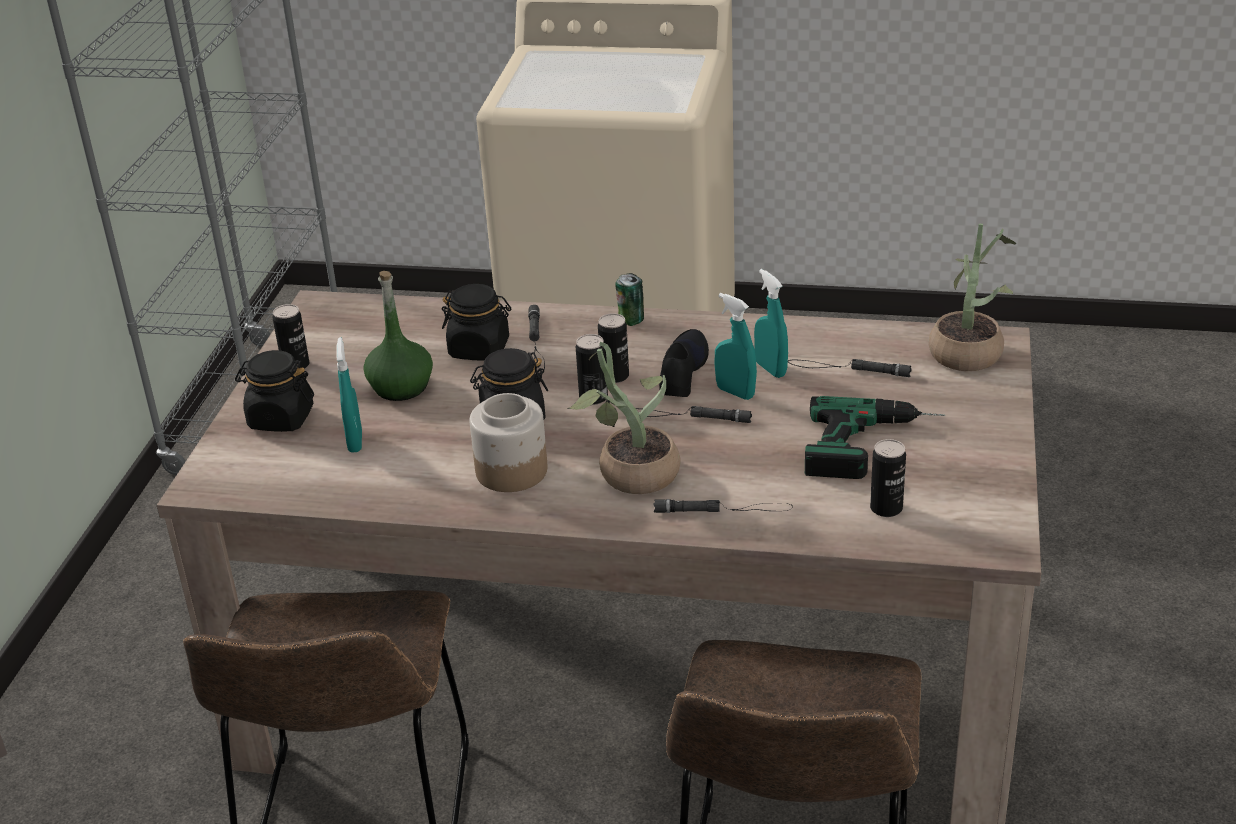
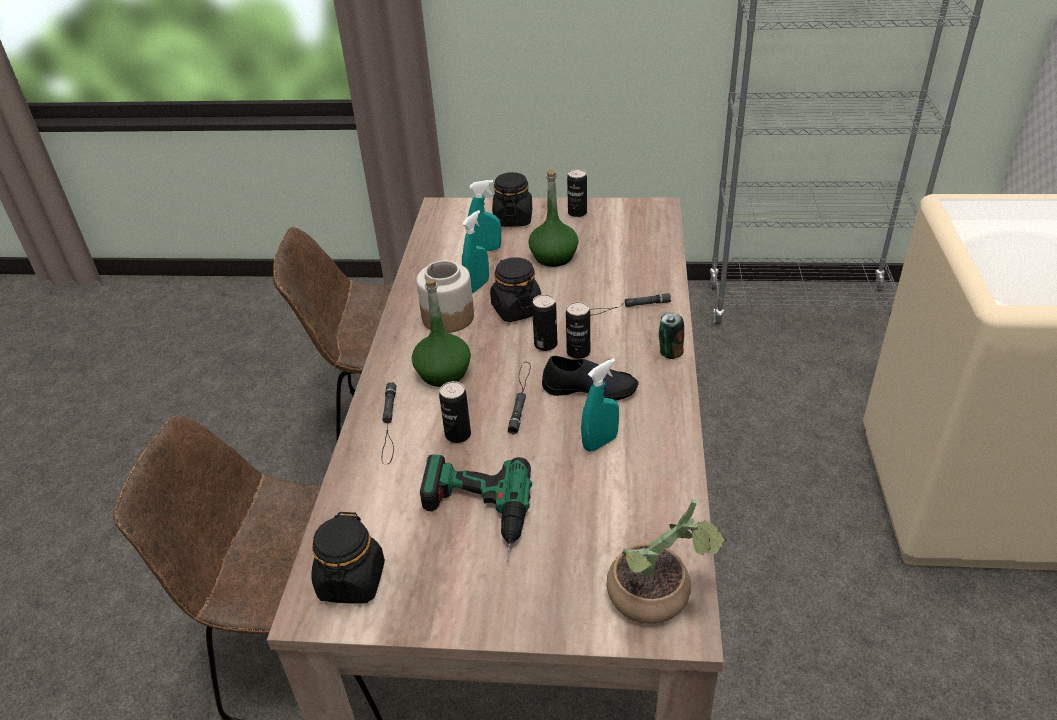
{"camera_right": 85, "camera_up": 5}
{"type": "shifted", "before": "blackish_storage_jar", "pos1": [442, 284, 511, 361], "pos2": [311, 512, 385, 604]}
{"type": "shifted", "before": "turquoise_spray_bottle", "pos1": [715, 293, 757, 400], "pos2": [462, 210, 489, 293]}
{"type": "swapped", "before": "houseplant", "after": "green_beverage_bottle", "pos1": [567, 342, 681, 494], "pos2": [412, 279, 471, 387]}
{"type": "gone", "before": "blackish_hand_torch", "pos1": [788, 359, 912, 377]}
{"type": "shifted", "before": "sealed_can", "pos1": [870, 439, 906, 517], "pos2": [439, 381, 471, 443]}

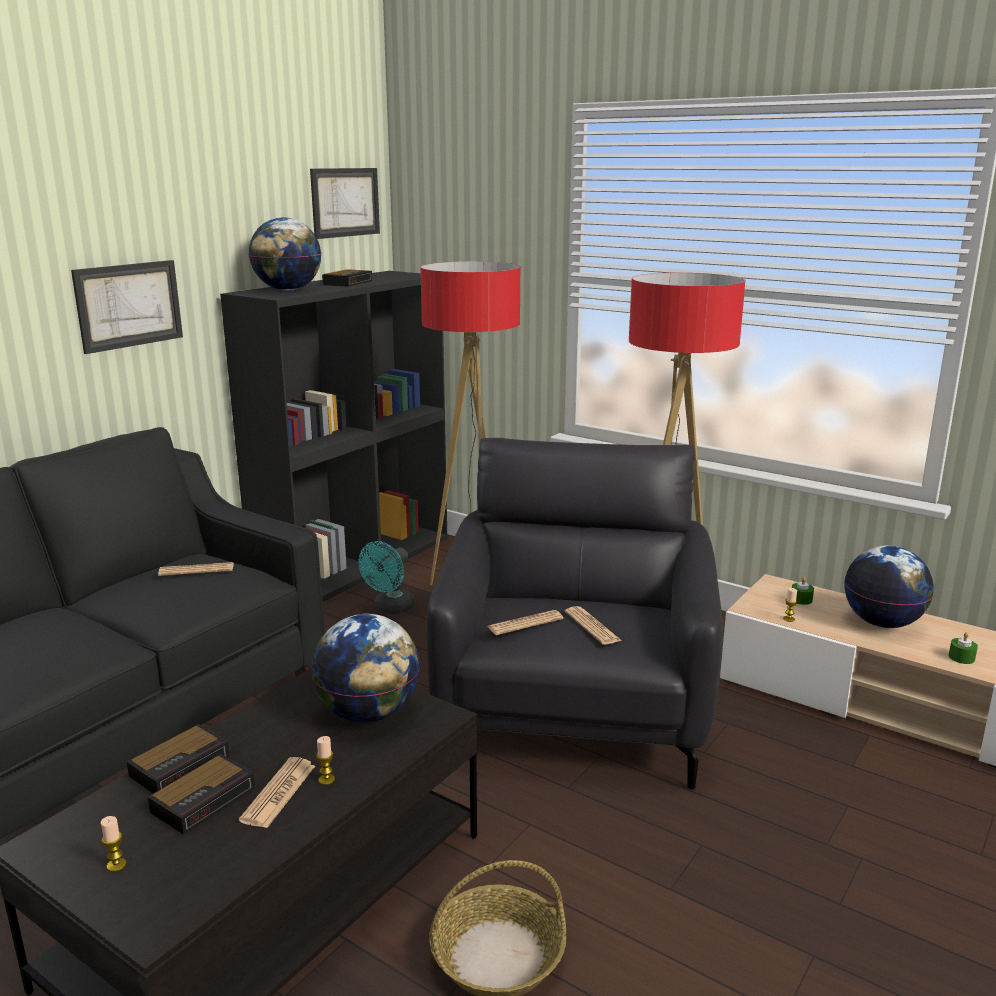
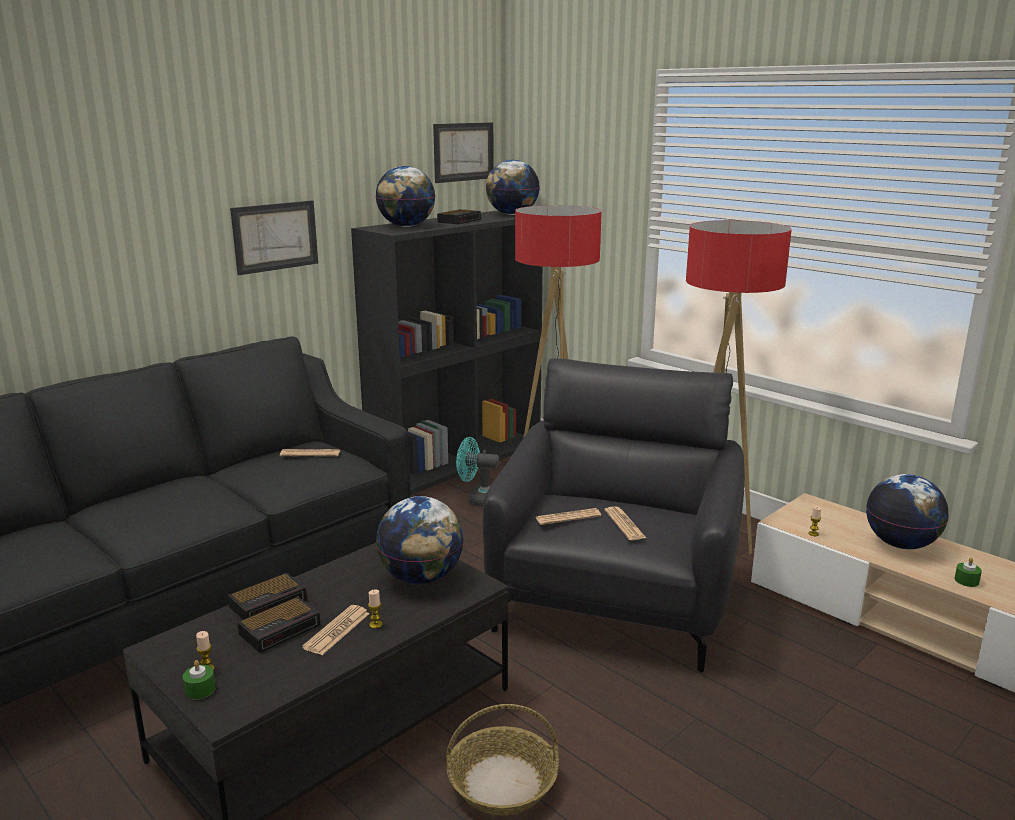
{"camera_right": 10, "camera_up": 0}
{"type": "rotated", "before": "turquoise_electric_fan", "pos1": [358, 541, 415, 614], "pos2": [456, 437, 500, 507], "turn": 60}
{"type": "shifted", "before": "green_wax_candle", "pos1": [792, 577, 814, 605], "pos2": [182, 660, 216, 699]}
{"type": "new", "after": "globe", "pos2": [486, 160, 540, 215]}

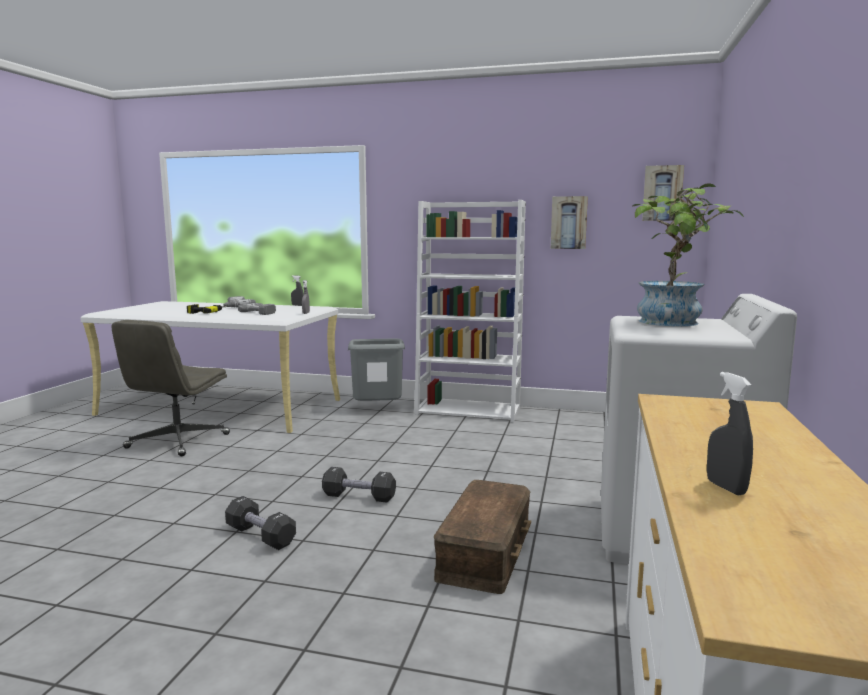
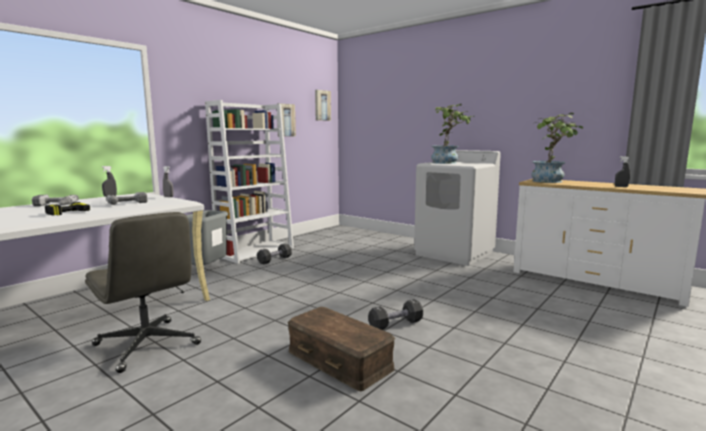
{"camera_right": -65, "camera_up": 0}
{"type": "shifted", "before": "blackish_free_weight", "pos1": [322, 467, 396, 503], "pos2": [257, 243, 292, 264]}
{"type": "shifted", "before": "brown-coloured_storage_container", "pos1": [434, 480, 531, 594], "pos2": [288, 307, 395, 391]}
{"type": "new", "after": "houseplant", "pos2": [531, 113, 583, 183]}

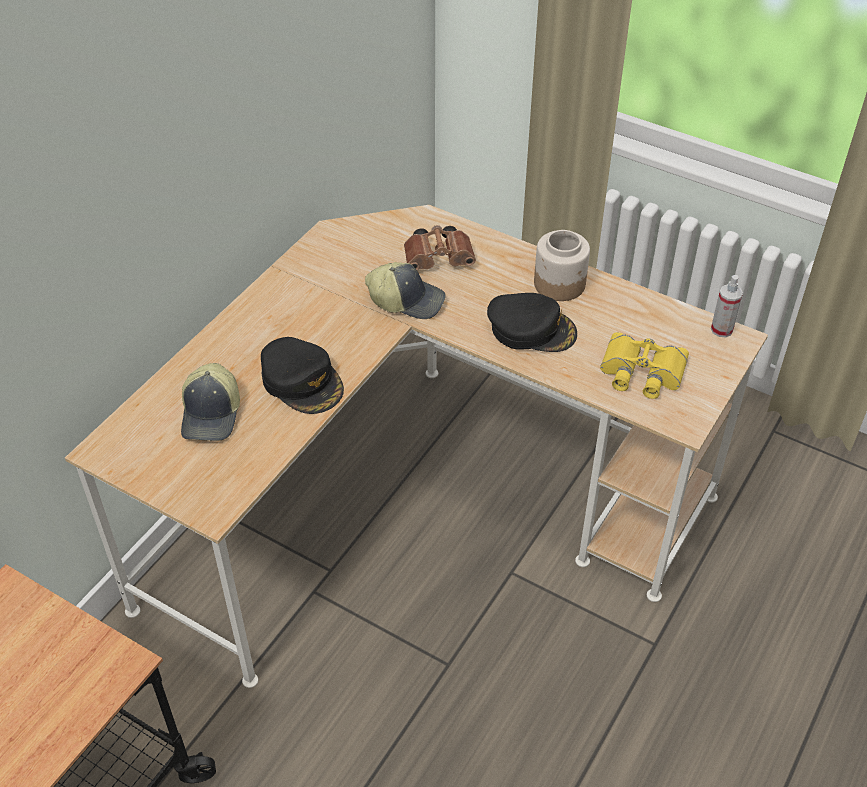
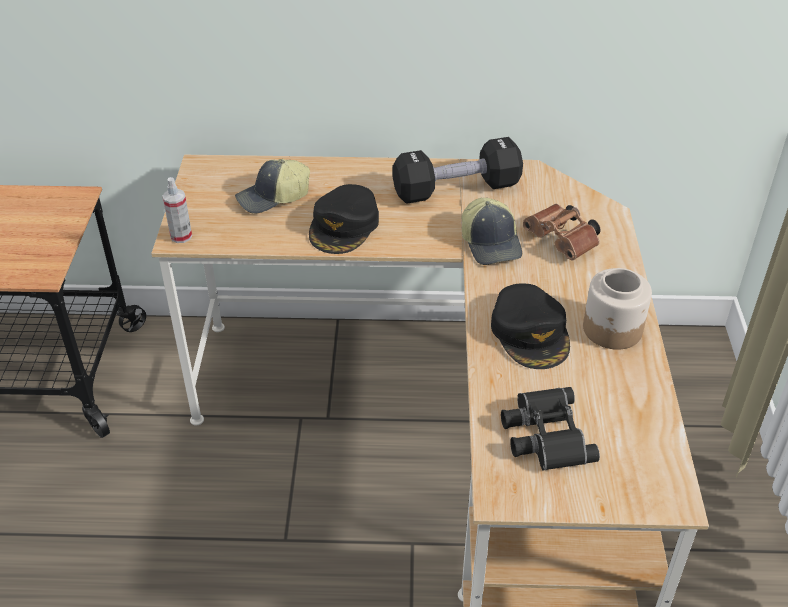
{"camera_right": 60, "camera_up": -5}
{"type": "shifted", "before": "spray_bottle", "pos1": [711, 275, 743, 338], "pos2": [162, 177, 192, 243]}
{"type": "repainted", "before": "yellow-coloured_field_glasses", "after": "blackish_field_glasses", "pos1": [600, 332, 689, 399], "pos2": [501, 387, 600, 471]}
{"type": "new", "after": "blackish_free_weight", "pos2": [392, 137, 523, 204]}

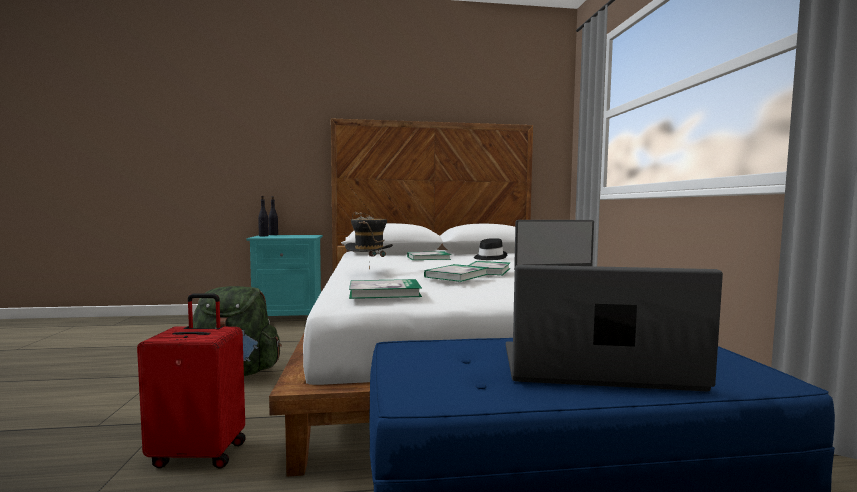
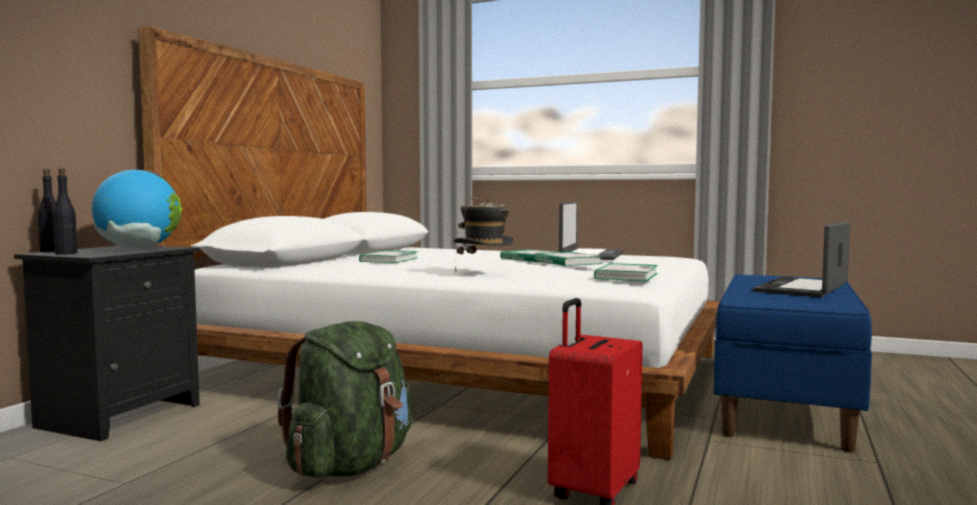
{"camera_right": -60, "camera_up": 0}
{"type": "repainted", "before": "turquoise_nightstand", "after": "blackish_nightstand", "pos1": [246, 235, 323, 316], "pos2": [14, 246, 200, 441]}
{"type": "gone", "before": "blackish_hat", "pos1": [474, 238, 507, 260]}
{"type": "new", "after": "globe", "pos2": [92, 170, 182, 249]}

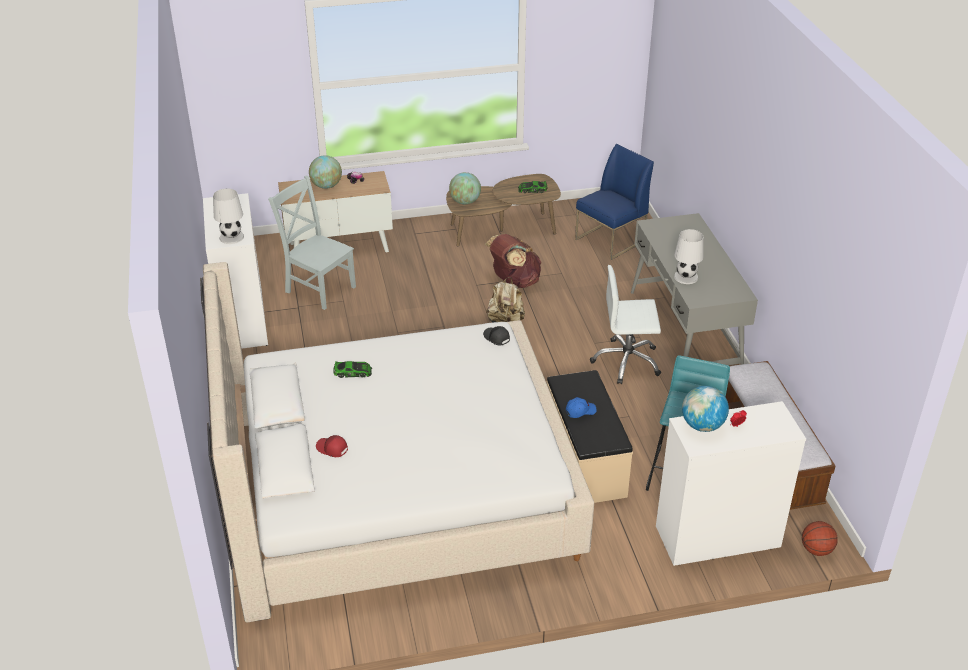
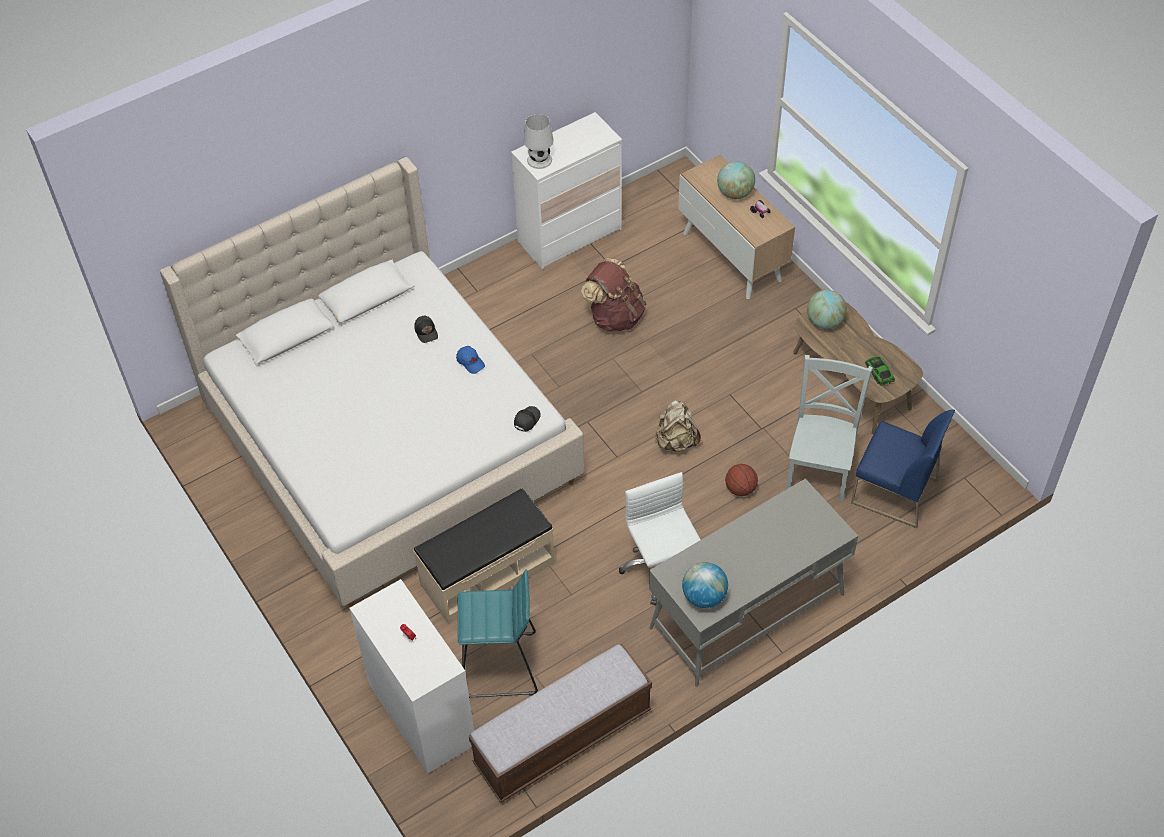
{"camera_right": 70, "camera_up": 15}
{"type": "shifted", "before": "greyish_chair", "pos1": [268, 175, 356, 310], "pos2": [785, 355, 873, 502]}
{"type": "gone", "before": "white_lamp_for_a_table", "pos1": [674, 229, 704, 284]}
{"type": "shifted", "before": "brown-coloured_backpack", "pos1": [485, 234, 542, 288], "pos2": [581, 258, 646, 332]}
{"type": "swapped", "before": "toy_car", "after": "blackish_peaked_cap", "pos1": [333, 361, 372, 378], "pos2": [414, 316, 438, 343]}
{"type": "shifted", "before": "globe", "pos1": [682, 386, 729, 432], "pos2": [682, 562, 728, 608]}
{"type": "shifted", "before": "bluish_peaked_cap", "pos1": [566, 397, 597, 418], "pos2": [456, 346, 485, 374]}
{"type": "gone", "before": "reddish_peaked_cap", "pos1": [316, 435, 348, 457]}
{"type": "shifted", "before": "basketball_ball", "pos1": [802, 521, 838, 556], "pos2": [725, 464, 758, 496]}

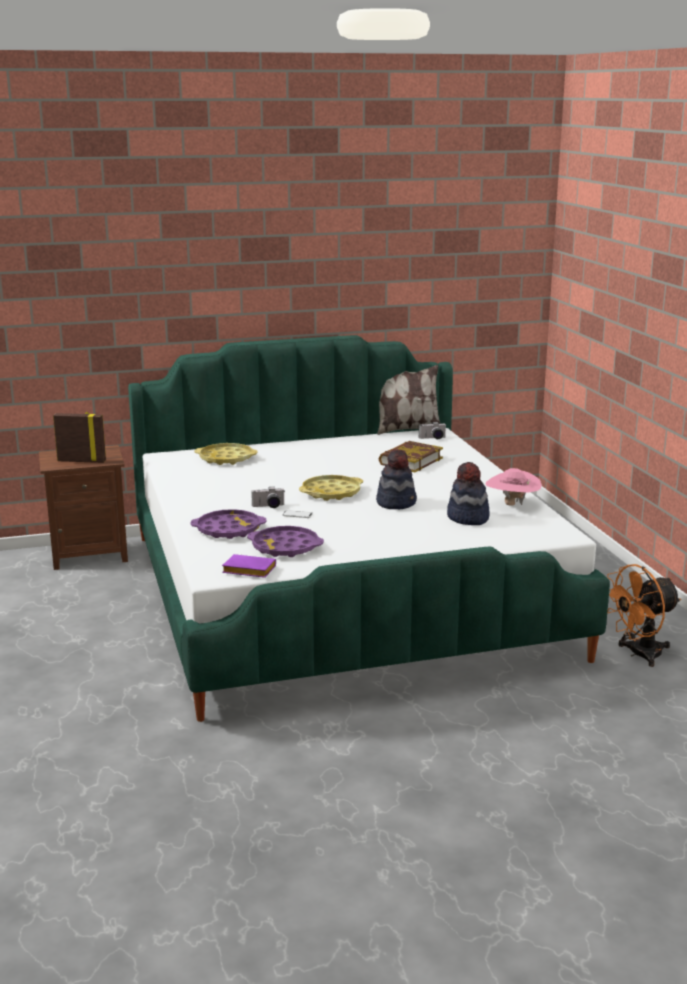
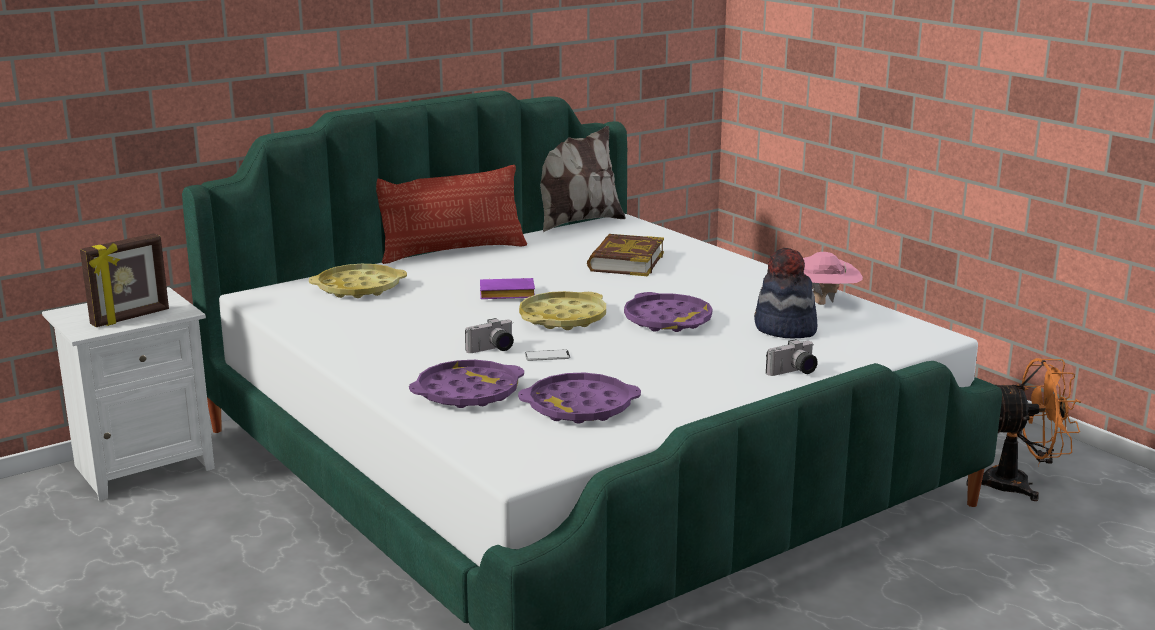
{"camera_right": -20, "camera_up": 0}
{"type": "rotated", "before": "standing_frame", "pos1": [53, 412, 106, 463], "pos2": [80, 233, 169, 327], "turn": 150}
{"type": "shifted", "before": "photo_camera", "pos1": [419, 422, 447, 439], "pos2": [766, 339, 818, 376]}
{"type": "repainted", "before": "brown-coloured_nightstand", "after": "white_nightstand", "pos1": [39, 445, 128, 570], "pos2": [42, 287, 215, 501]}
{"type": "swapped", "before": "hat", "after": "purple-coloured_carrying_tray", "pos1": [376, 449, 417, 509], "pos2": [624, 292, 713, 332]}
{"type": "shifted", "before": "purple-coloured_volume", "pos1": [222, 554, 276, 578], "pos2": [480, 278, 535, 299]}
{"type": "rotated", "before": "orange-coloured_electric_fan", "pos1": [607, 564, 681, 667], "pos2": [966, 358, 1081, 501], "turn": -135}
{"type": "new", "after": "throw_pillow", "pos2": [376, 165, 527, 264]}

